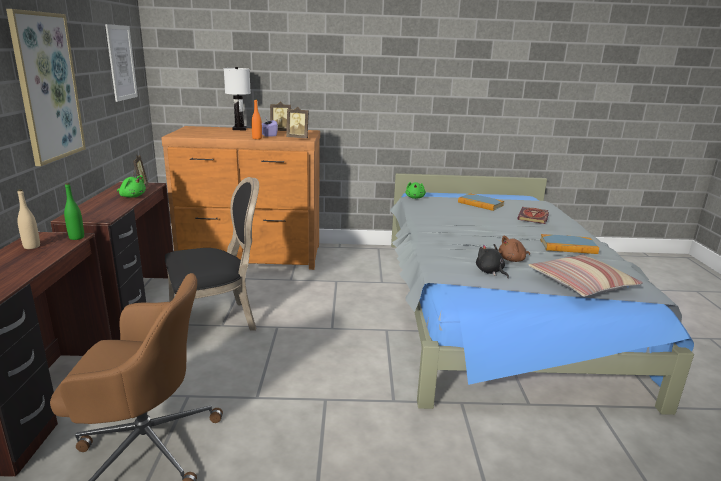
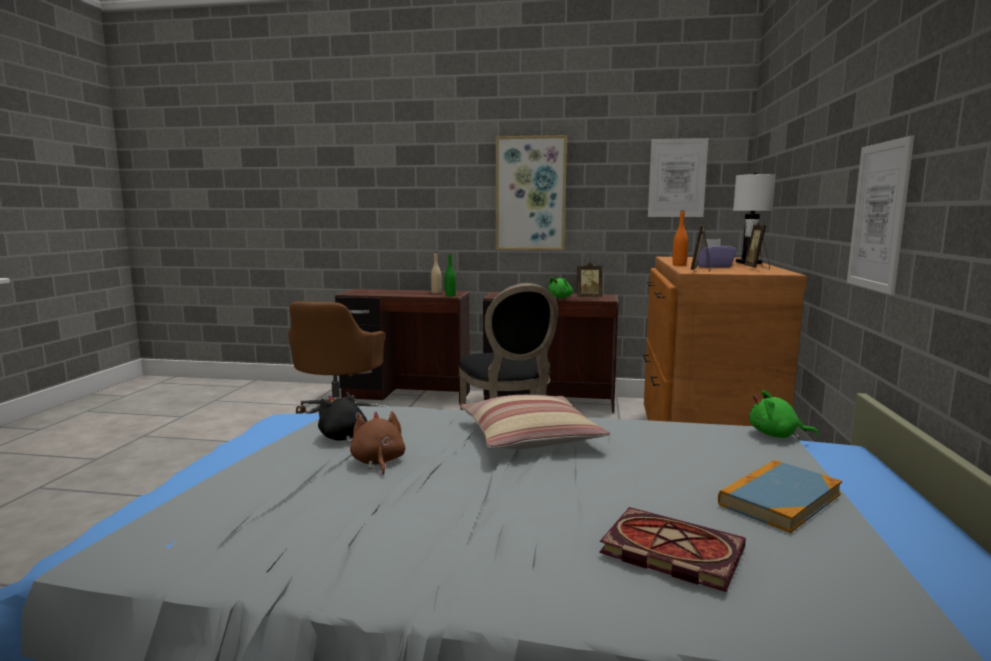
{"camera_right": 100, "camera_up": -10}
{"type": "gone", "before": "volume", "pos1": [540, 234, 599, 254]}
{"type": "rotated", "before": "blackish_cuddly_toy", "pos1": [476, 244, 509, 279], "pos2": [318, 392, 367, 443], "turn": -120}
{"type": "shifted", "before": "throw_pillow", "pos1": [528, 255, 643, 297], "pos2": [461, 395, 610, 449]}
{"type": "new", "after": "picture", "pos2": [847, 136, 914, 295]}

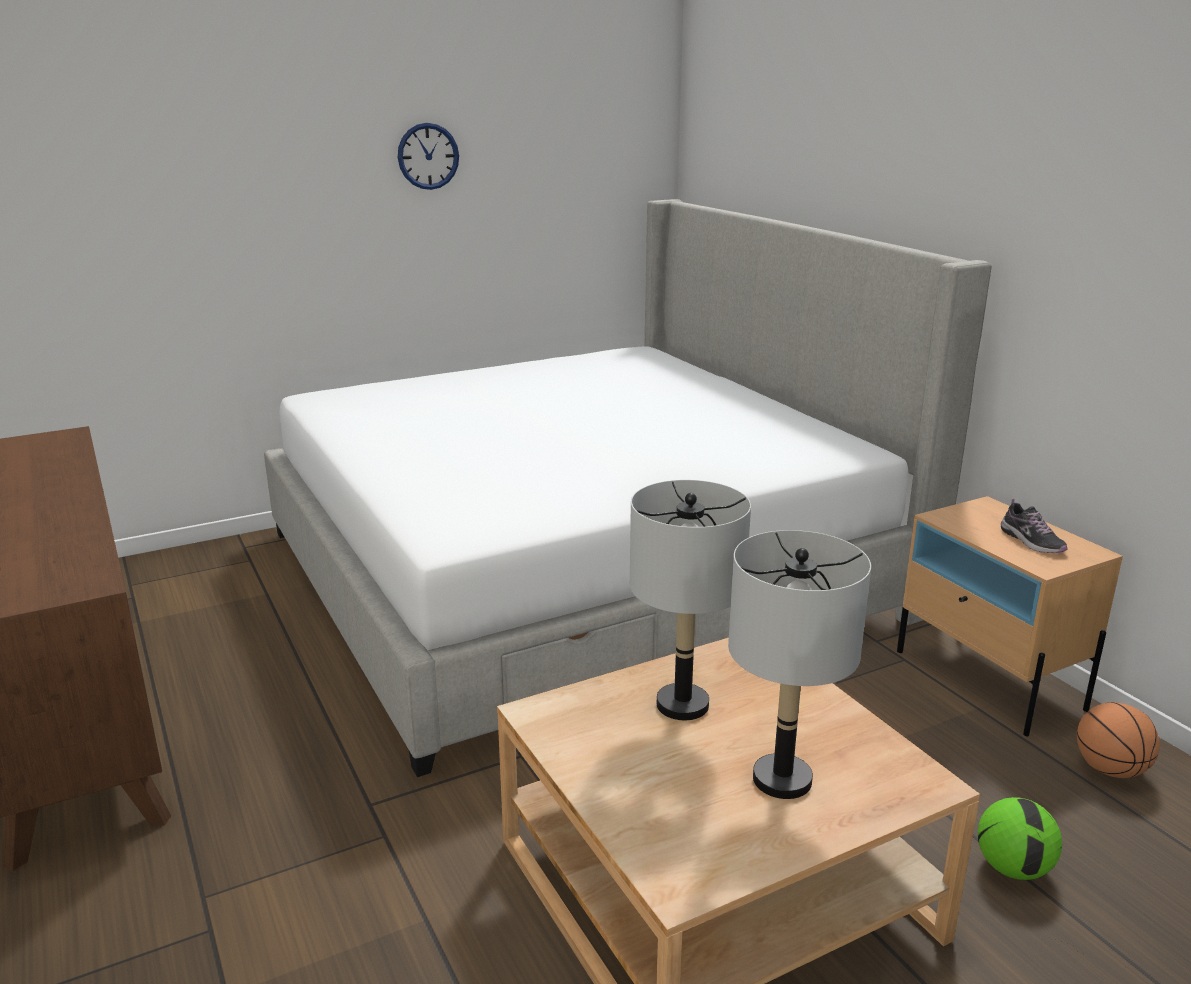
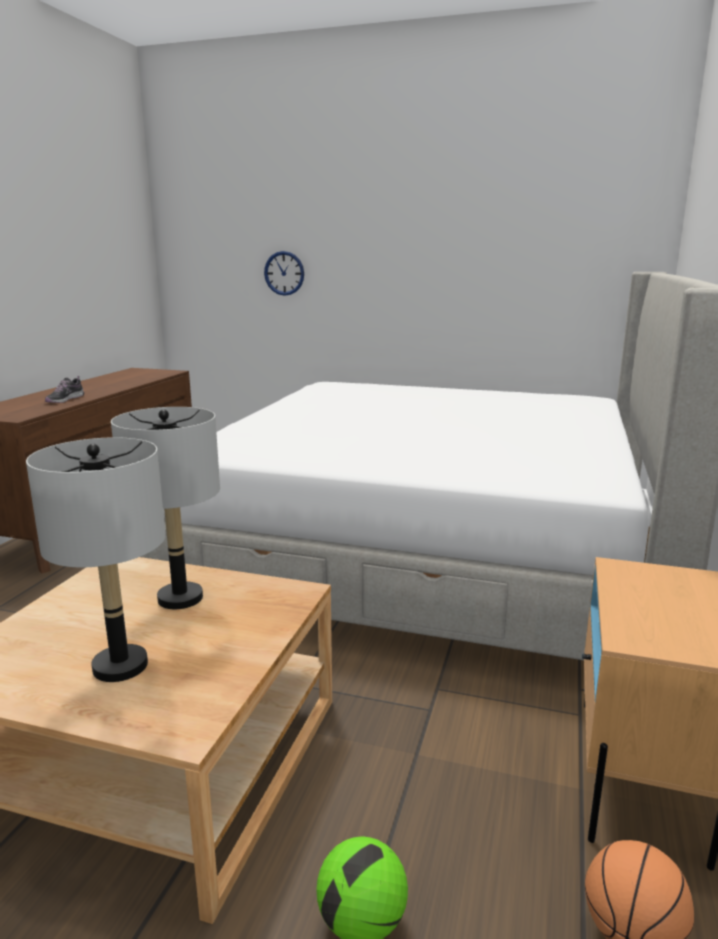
{"camera_right": 45, "camera_up": -5}
{"type": "shifted", "before": "wall_clock", "pos1": [398, 123, 459, 190], "pos2": [264, 251, 304, 296]}
{"type": "shifted", "before": "low_shoe", "pos1": [1001, 499, 1067, 553], "pos2": [45, 376, 84, 403]}

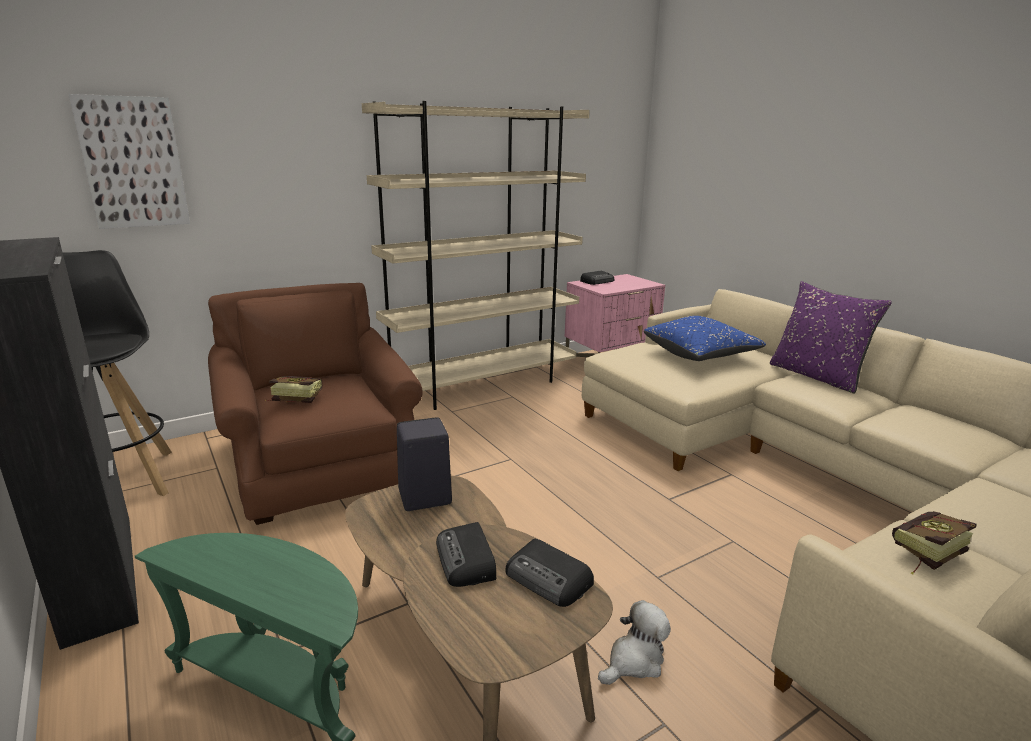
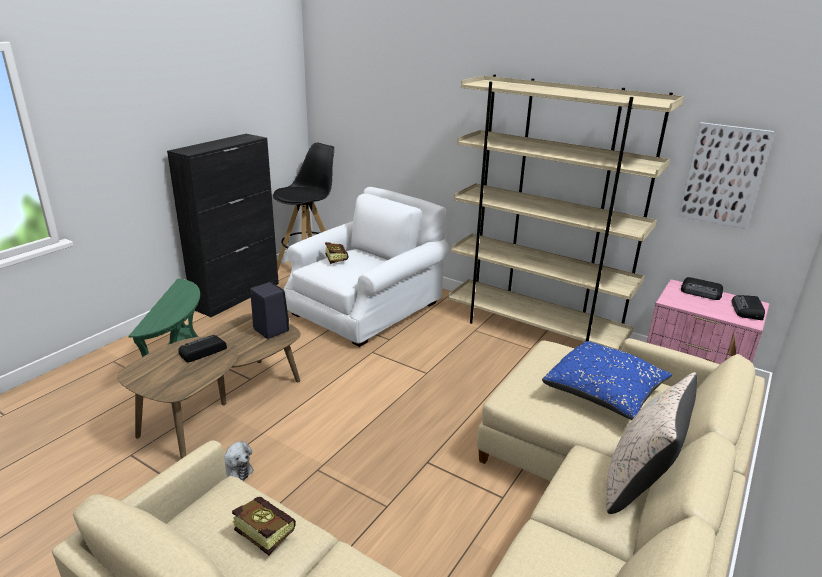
{"camera_right": 65, "camera_up": 5}
{"type": "shifted", "before": "picture", "pos1": [69, 94, 190, 229], "pos2": [678, 122, 774, 229]}
{"type": "repainted", "before": "purple-coloured_throw_pillow", "after": "beige_throw_pillow", "pos1": [770, 281, 892, 393], "pos2": [606, 372, 697, 514]}
{"type": "repainted", "before": "brown-coloured_lounge_chair", "after": "white_lounge_chair", "pos1": [208, 283, 423, 525], "pos2": [284, 187, 449, 347]}
{"type": "shifted", "before": "radio_set", "pos1": [505, 539, 594, 607], "pos2": [731, 295, 765, 320]}

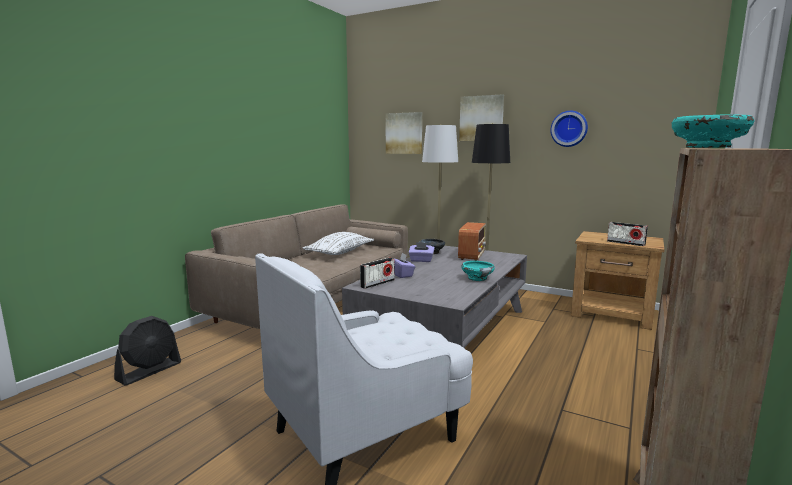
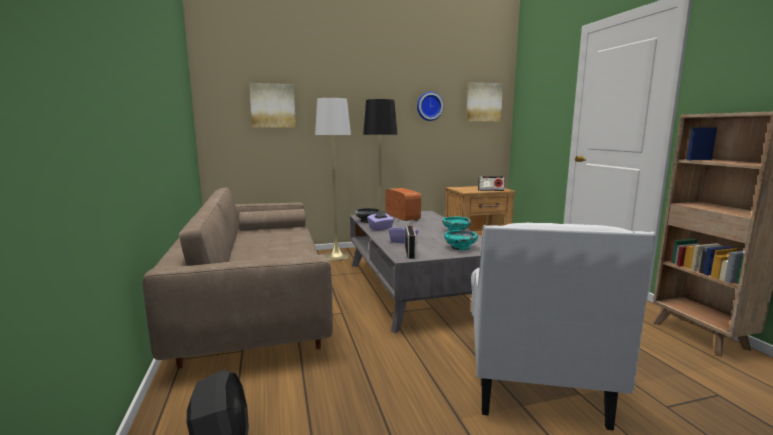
{"camera_right": -45, "camera_up": 0}
{"type": "shifted", "before": "picture", "pos1": [459, 94, 504, 141], "pos2": [466, 82, 503, 122]}
{"type": "shifted", "before": "turquoise_bowl", "pos1": [672, 114, 755, 148], "pos2": [444, 230, 478, 250]}
{"type": "gone", "before": "white_throw_pillow", "pos1": [303, 232, 374, 255]}

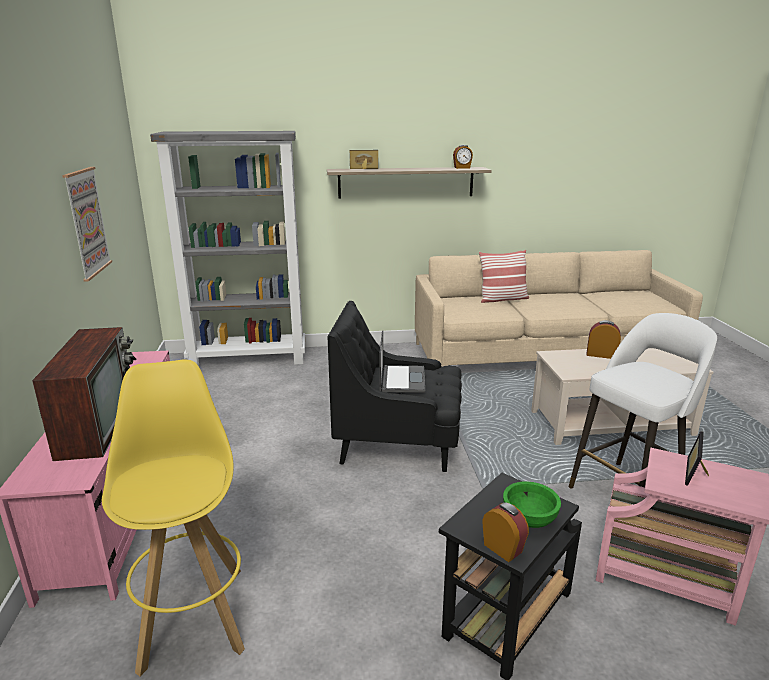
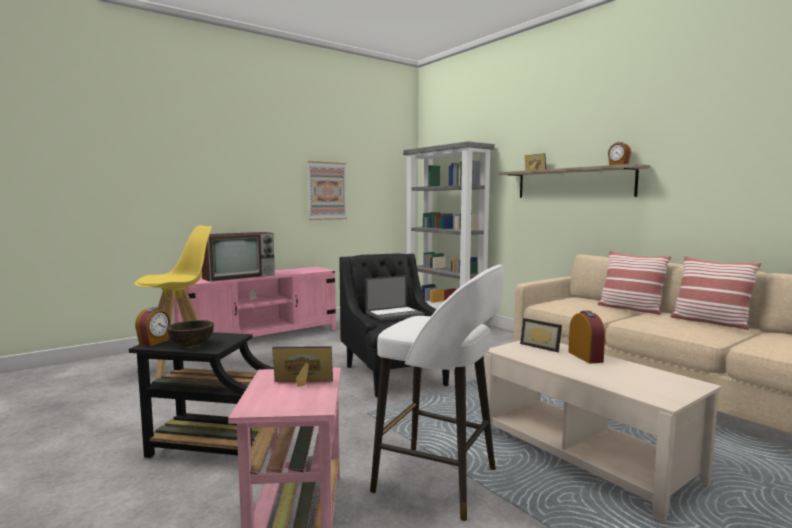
{"camera_right": 60, "camera_up": -15}
{"type": "repainted", "before": "green_bowl", "after": "brown-coloured_bowl", "pos1": [503, 481, 561, 528], "pos2": [167, 320, 214, 346]}
{"type": "new", "after": "throw_pillow", "pos2": [670, 256, 761, 330]}
{"type": "new", "after": "standing_frame", "pos2": [520, 318, 562, 352]}

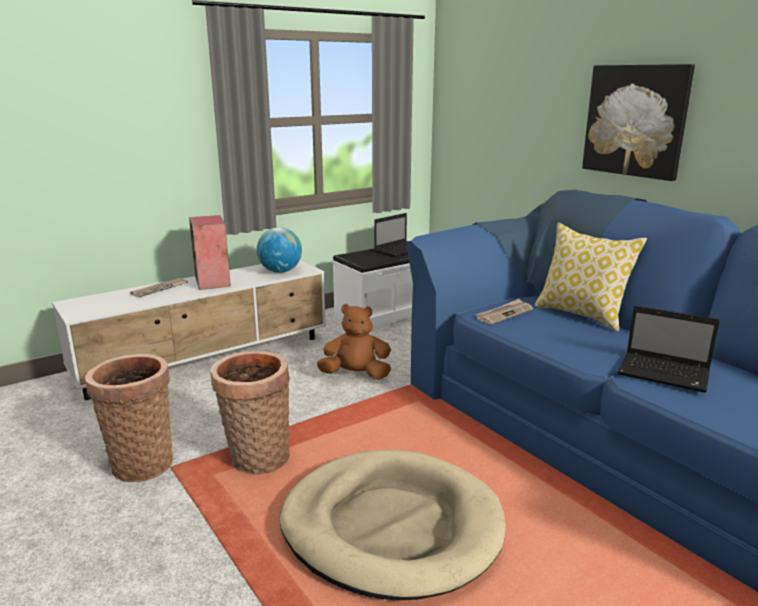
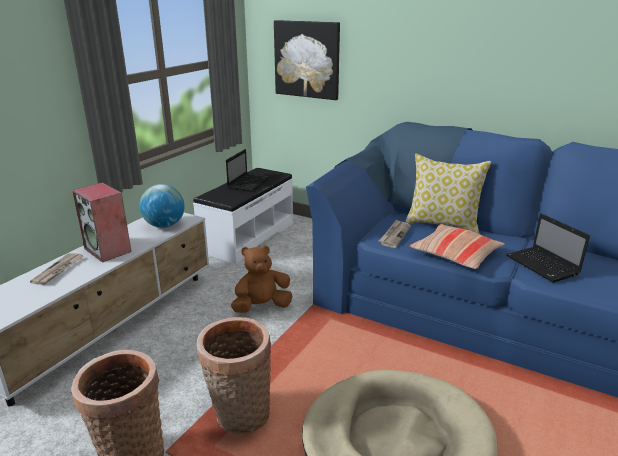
{"camera_right": -25, "camera_up": 5}
{"type": "shifted", "before": "picture", "pos1": [582, 64, 695, 181], "pos2": [274, 20, 340, 100]}
{"type": "rotated", "before": "portable_computer", "pos1": [618, 306, 720, 393], "pos2": [506, 213, 590, 283], "turn": 60}
{"type": "new", "after": "throw_pillow", "pos2": [409, 224, 505, 269]}

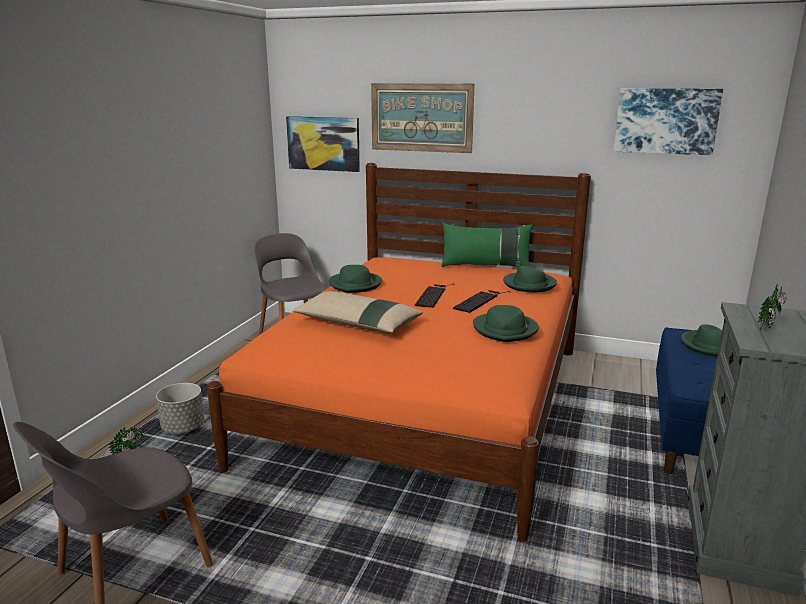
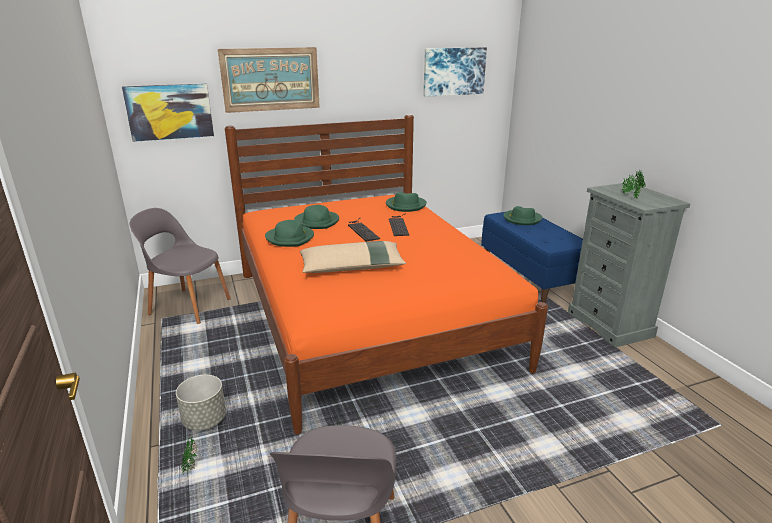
{"camera_right": -40, "camera_up": 5}
{"type": "gone", "before": "green_throw_pillow", "pos1": [442, 223, 533, 267]}
{"type": "shifted", "before": "green_hat", "pos1": [473, 305, 539, 342], "pos2": [294, 205, 339, 229]}

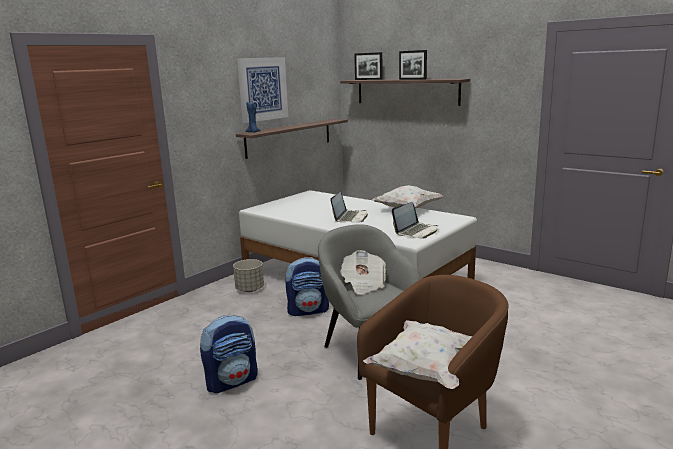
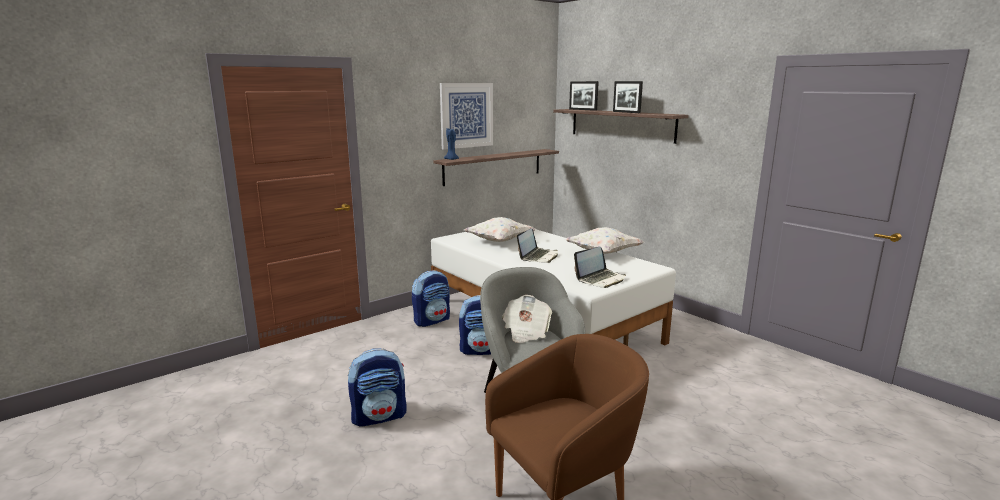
{"camera_right": 10, "camera_up": 0}
{"type": "swapped", "before": "greyish_plant_pot", "after": "backpack", "pos1": [233, 259, 264, 292], "pos2": [412, 270, 450, 327]}
{"type": "shifted", "before": "white_throw_pillow", "pos1": [363, 320, 473, 389], "pos2": [464, 217, 536, 242]}

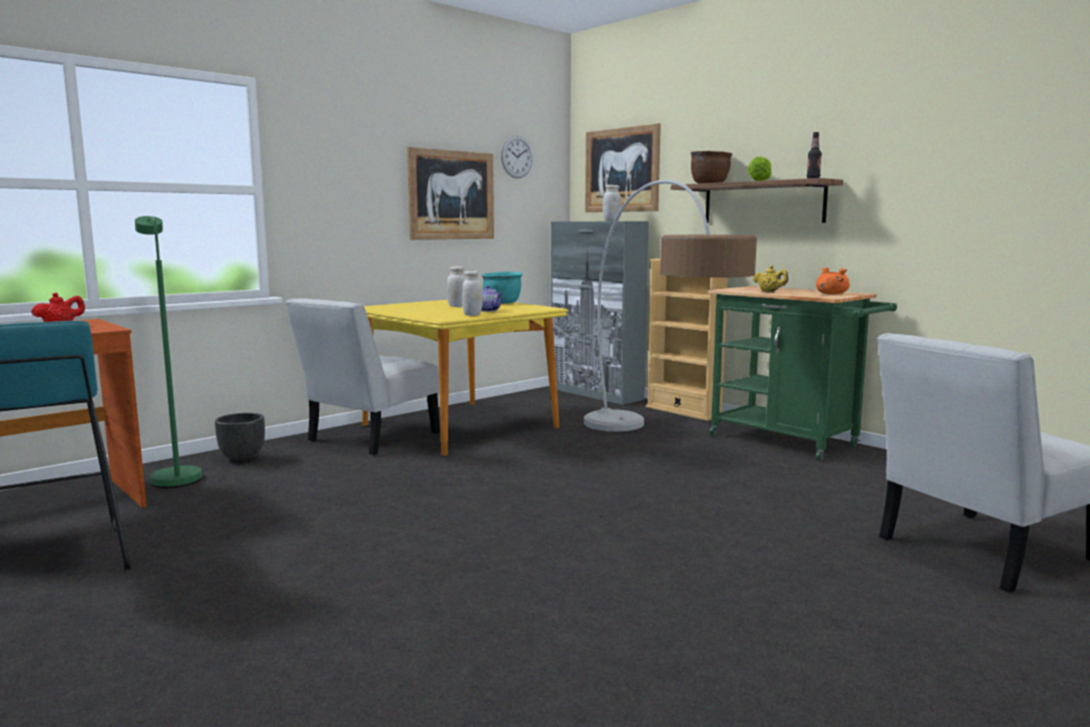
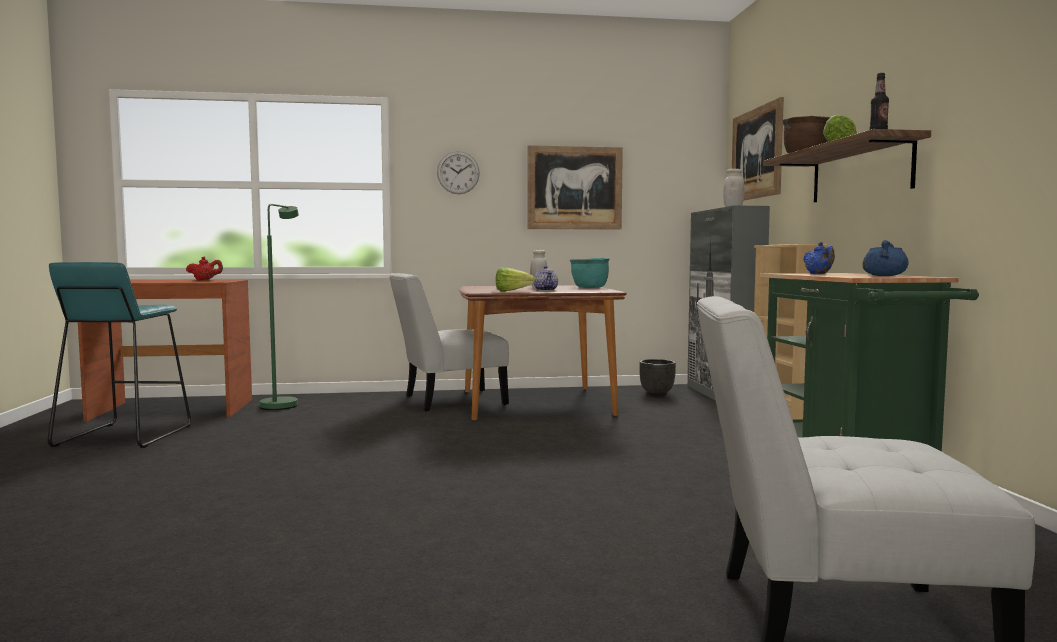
{"camera_right": 35, "camera_up": -5}
{"type": "shifted", "before": "wall_clock", "pos1": [501, 136, 533, 178], "pos2": [437, 151, 480, 194]}
{"type": "gone", "before": "standard_lamp", "pos1": [584, 180, 757, 432]}
{"type": "repainted", "before": "yellow-coloured_teapot", "after": "bluish_teapot", "pos1": [753, 265, 788, 292], "pos2": [803, 242, 835, 274]}
{"type": "repainted", "before": "orange-coloured_stockpot", "after": "bluish_stockpot", "pos1": [816, 267, 850, 295], "pos2": [863, 240, 909, 276]}
{"type": "swapped", "before": "white_storage_jar", "after": "lettuce", "pos1": [462, 270, 483, 316], "pos2": [496, 267, 535, 292]}
{"type": "repainted", "before": "yellow-coloured_kitchen_table", "after": "brown-coloured_kitchen_table", "pos1": [362, 300, 569, 456], "pos2": [459, 285, 627, 421]}
{"type": "shifted", "before": "blackish_plant_pot", "pos1": [215, 413, 265, 463], "pos2": [639, 359, 676, 396]}

